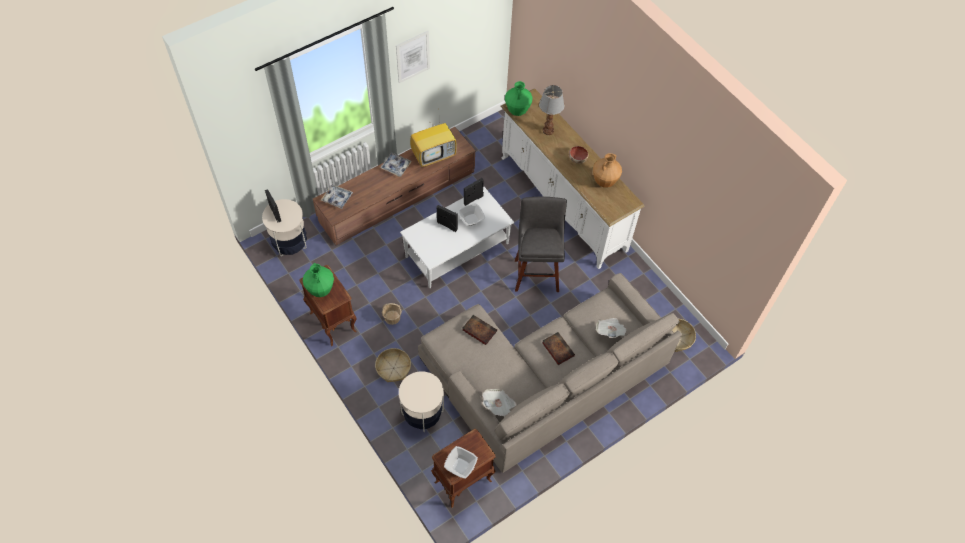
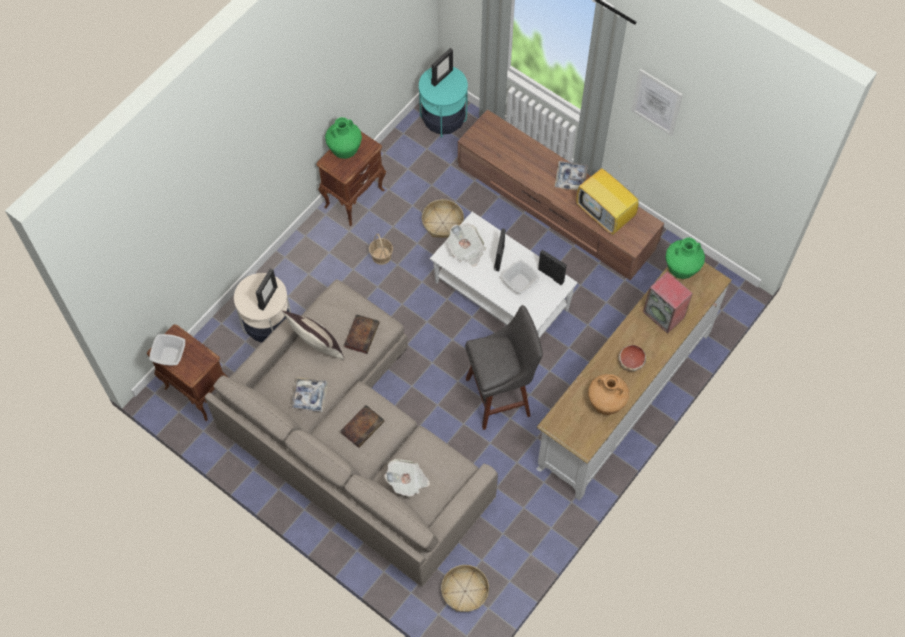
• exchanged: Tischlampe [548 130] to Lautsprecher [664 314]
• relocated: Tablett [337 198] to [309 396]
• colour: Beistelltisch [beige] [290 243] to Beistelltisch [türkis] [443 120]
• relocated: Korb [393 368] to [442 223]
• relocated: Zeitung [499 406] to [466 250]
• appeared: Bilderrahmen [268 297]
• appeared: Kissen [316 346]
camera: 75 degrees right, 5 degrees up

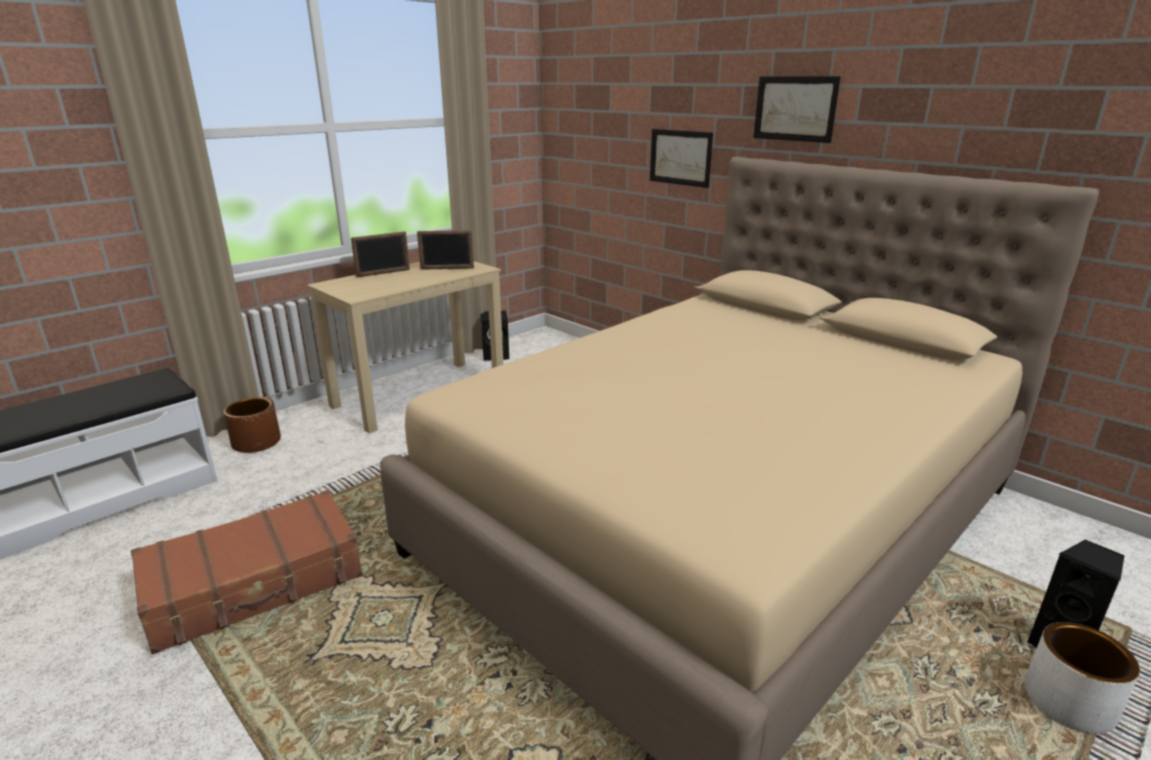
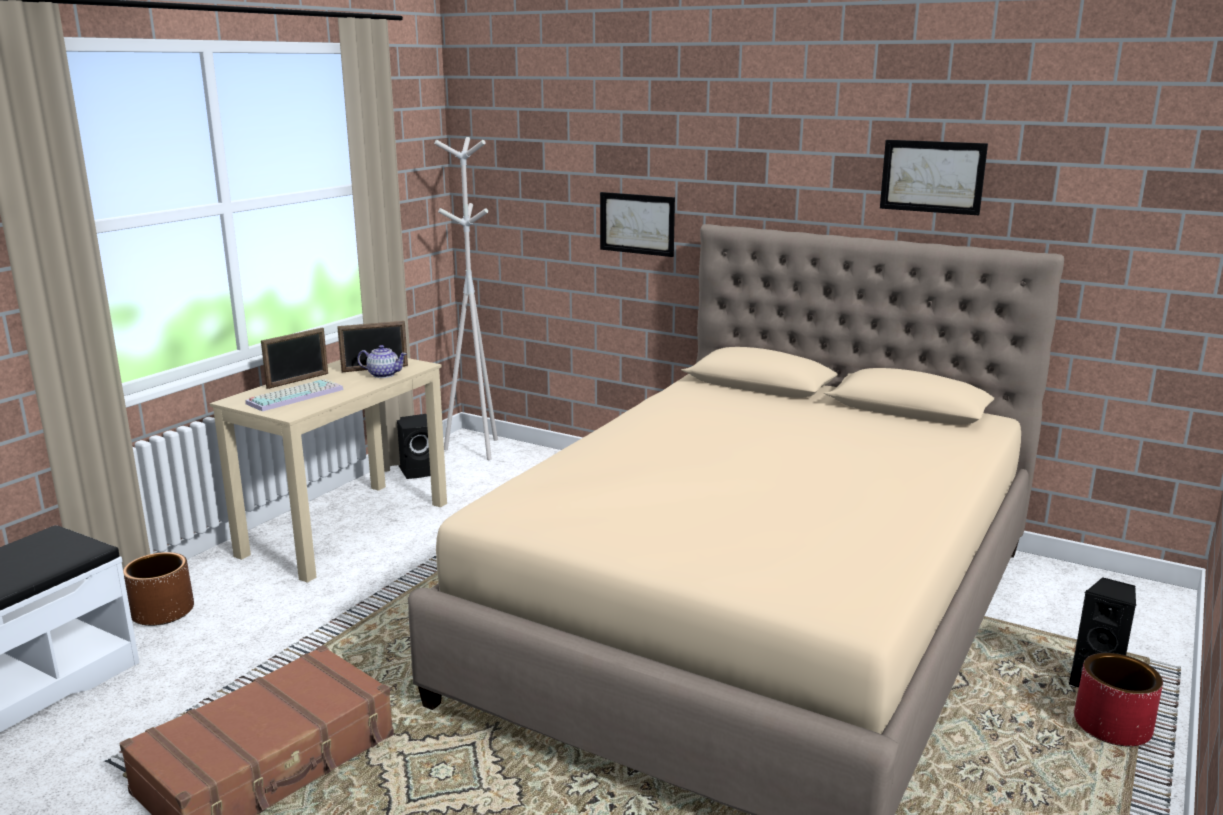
• relocated: Bild [795 108] to [932 176]
• colour: Pflanzkübel [weiß] [1069 703] to Pflanzkübel [rot] [1112 726]
• appeared: Kleiderständer [grau] [477 449]
• appeared: Teekanne [383 374]
• appeared: Tastatur [295 396]
camera: 15 degrees left, 5 degrees down

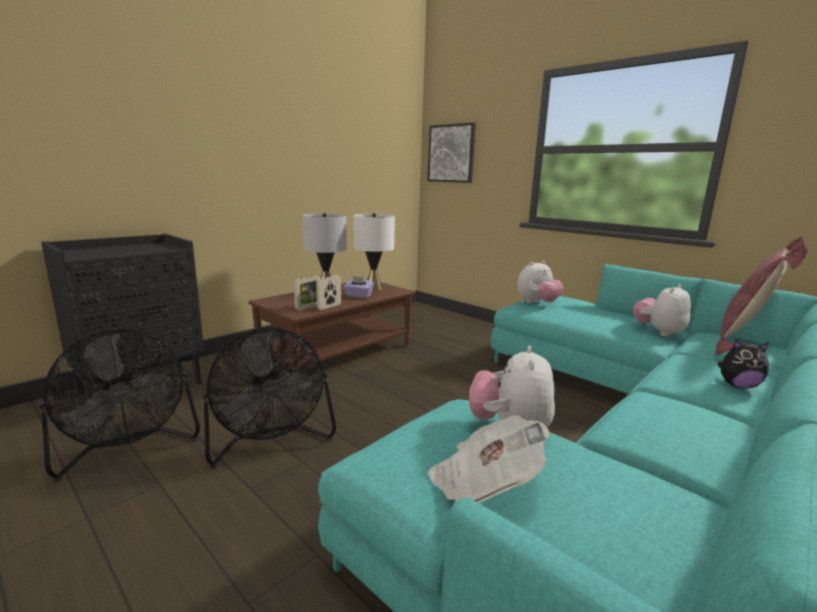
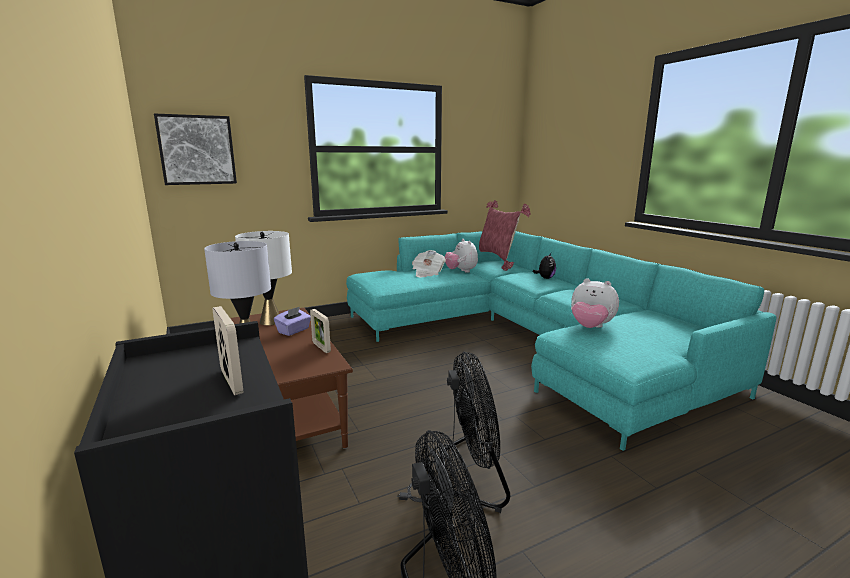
• missing: Plüschtier [537 303]
• relocated: Bilderrahmen [308 308] to [231 381]
• relocated: Zeitung [484 483] to [427 273]
camera: 70 degrees left, 0 degrees up

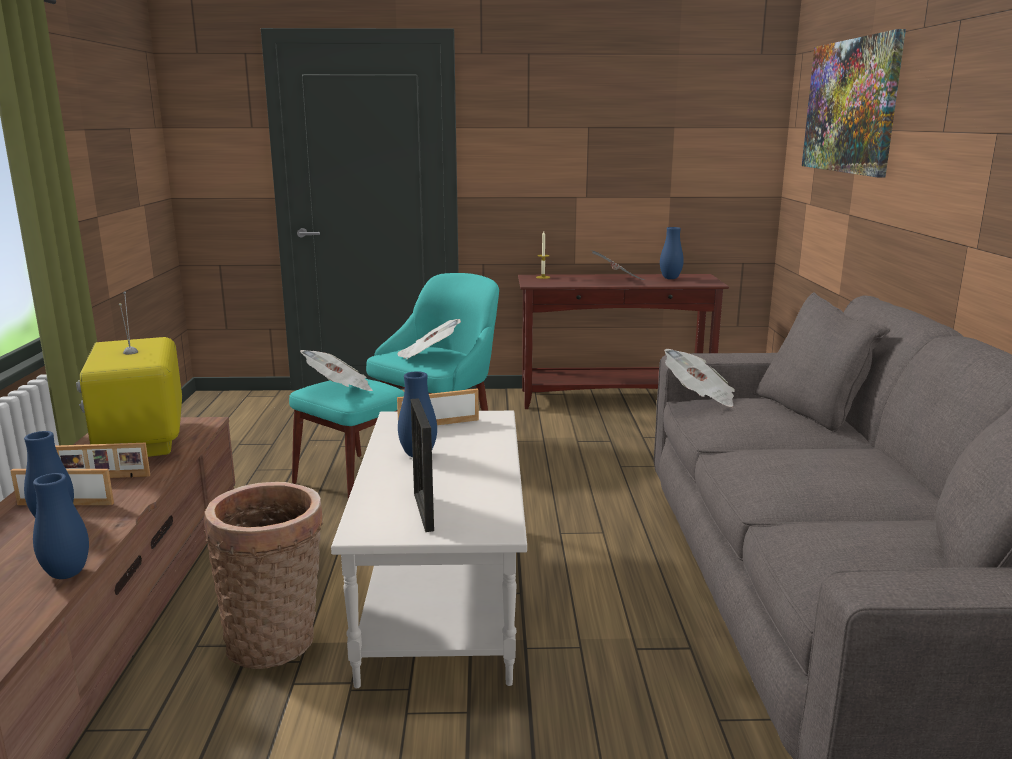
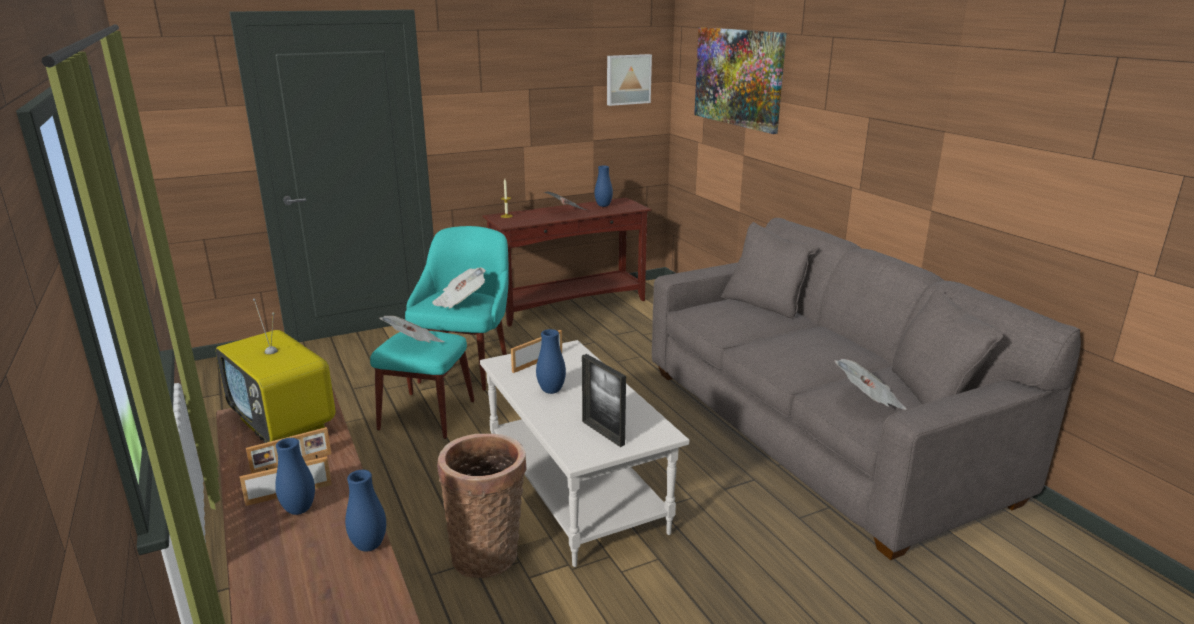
• relocated: Zeitung [699 397] to [868 401]
• appeared: Bild [627 79]
camera: 25 degrees left, 5 degrees up

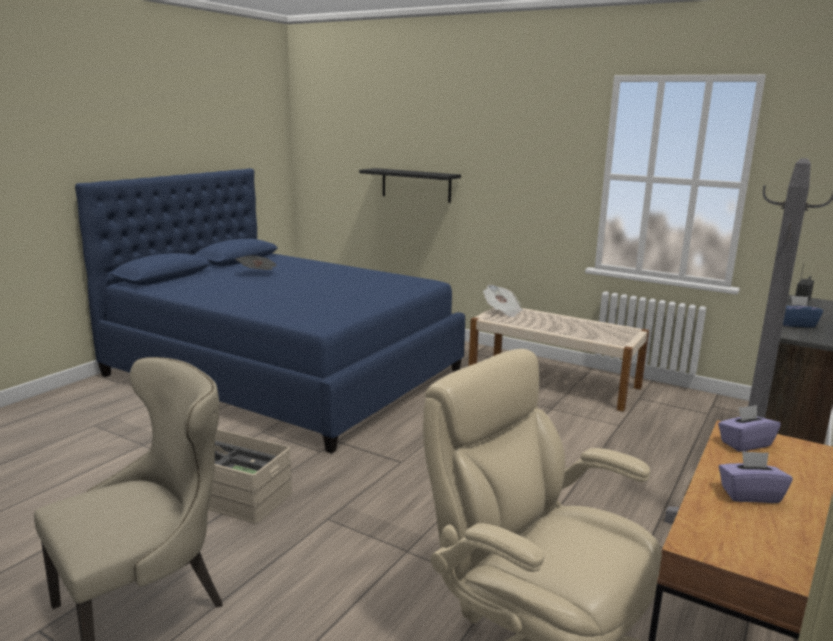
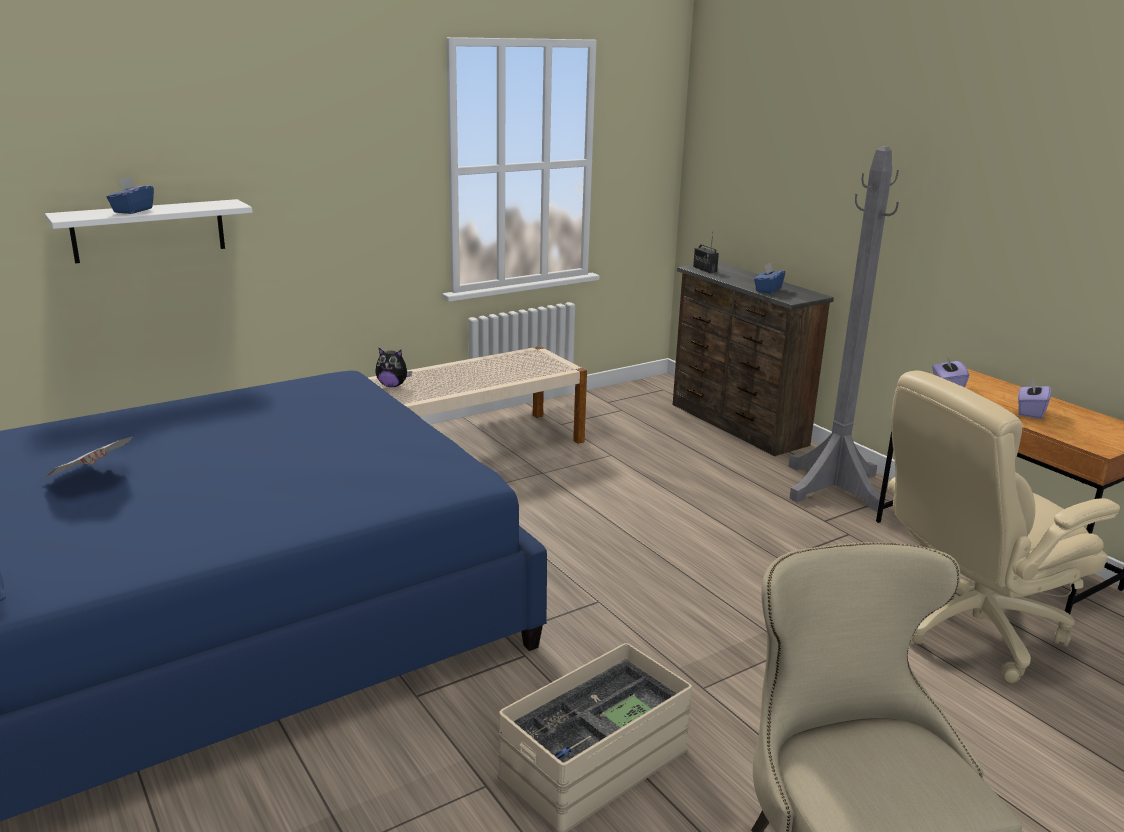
• colour: Wandregal [schwarz] [416 185] to Wandregal [weiß] [149 230]
• exchanged: Zeitung [502 311] to Plüschtier [392 385]
• appeared: Taschentuchbox [blau] [132 210]
camera: 65 degrees left, 5 degrees up

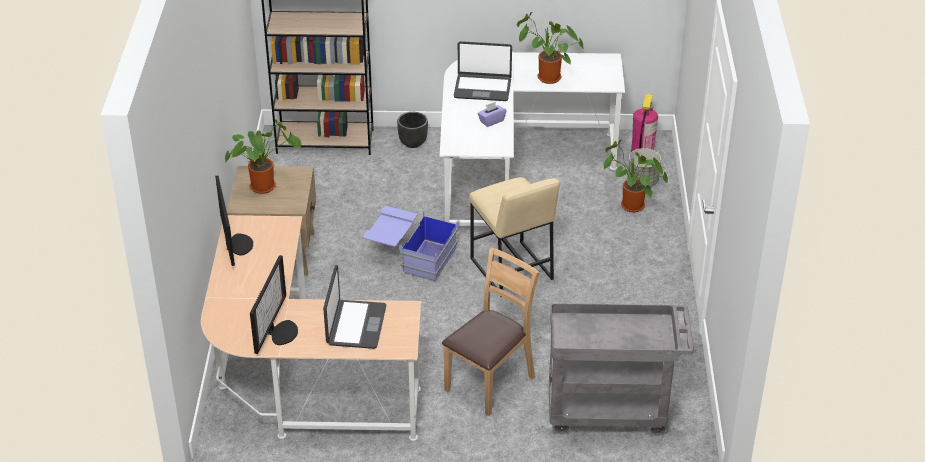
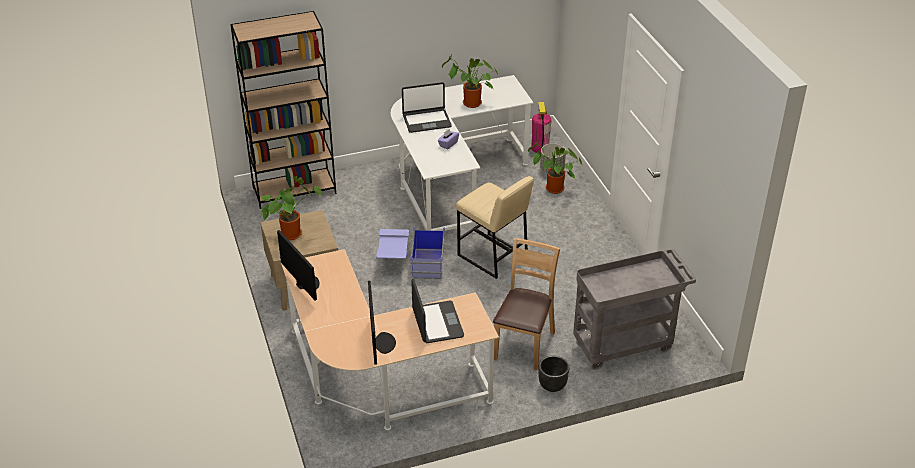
• relocated: Pflanzkübel [schwarz] [412 143] to [552 386]
camera: 20 degrees left, 0 degrees up

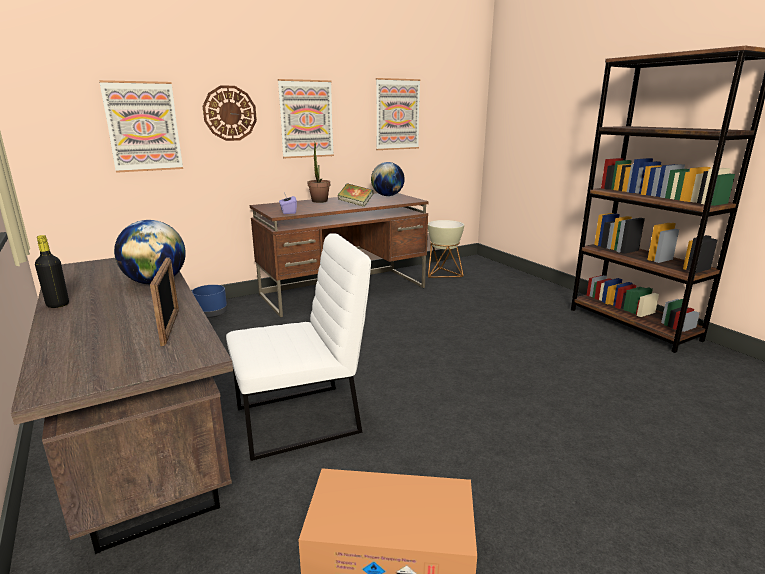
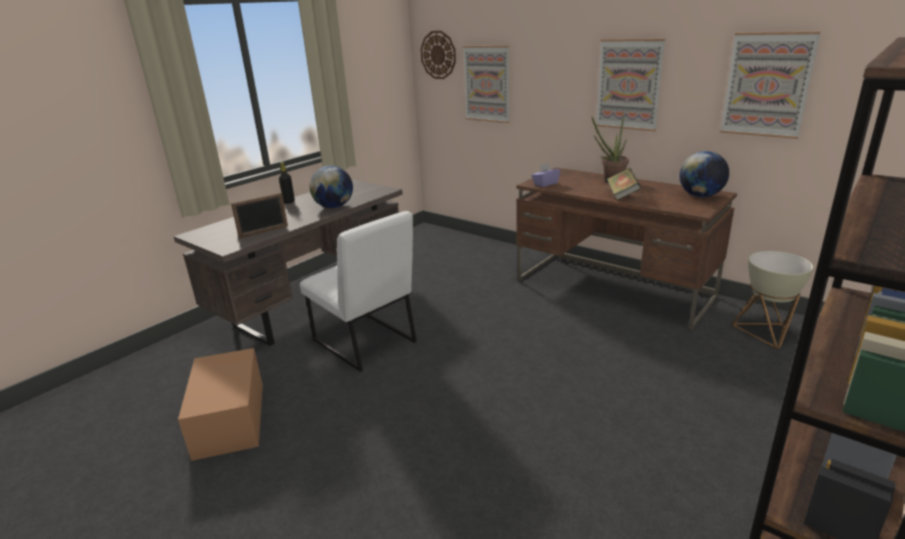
• relocated: Wanduhr [230 113] to [438 55]
• missing: Pflanzkübel [blau] [211 313]
camera: 70 degrees right, 5 degrees up

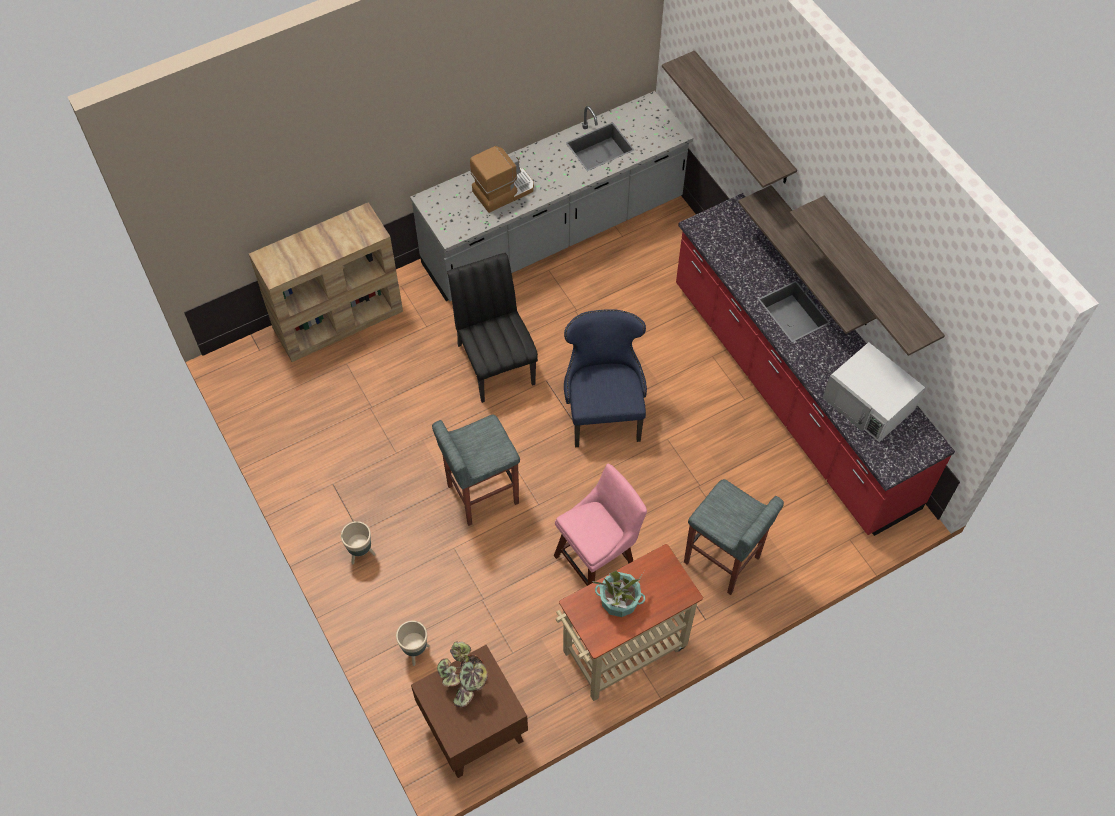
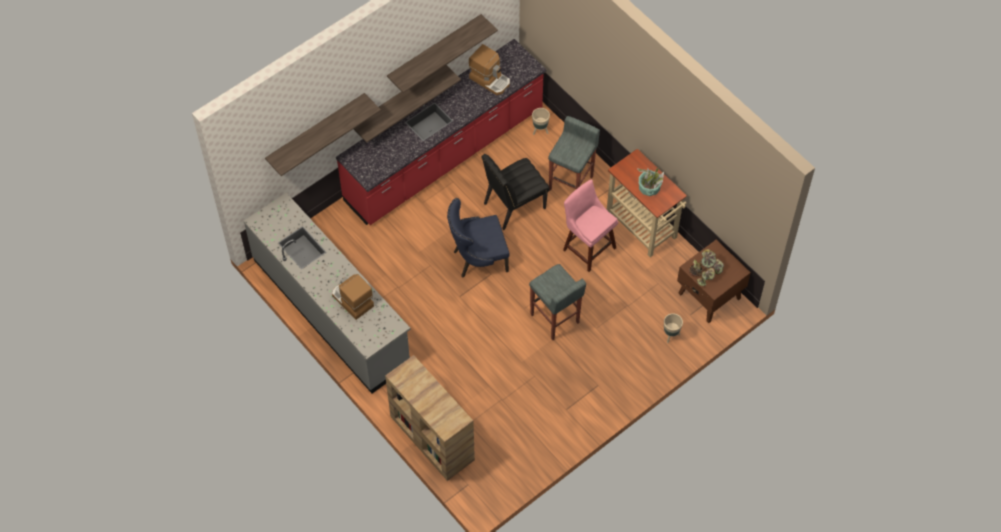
• relocated: Stuhl [schwarz] [496 365] to [514 205]
• exchanged: Mikrowelle [weiß] [869 403] to Kaffeemaschine [490 79]
• relocated: Pflanzkübel [beige] [361 553] to [540 130]
camera: 100 degrees left, 0 degrees up

